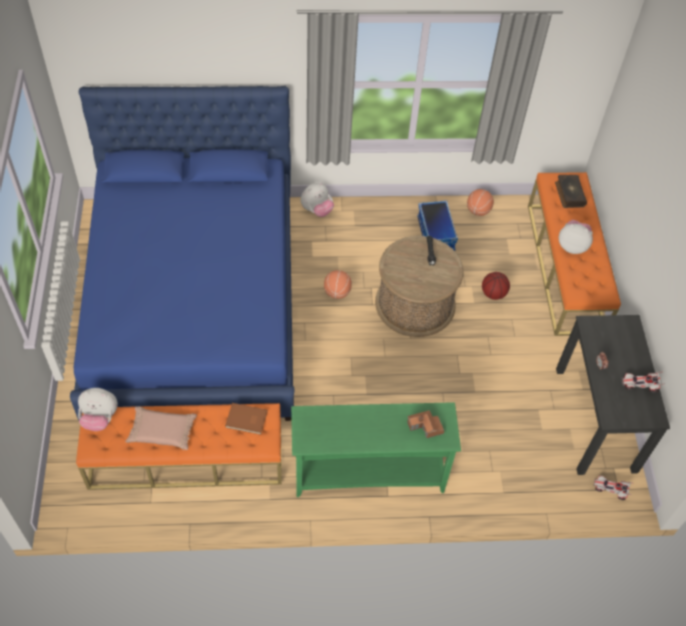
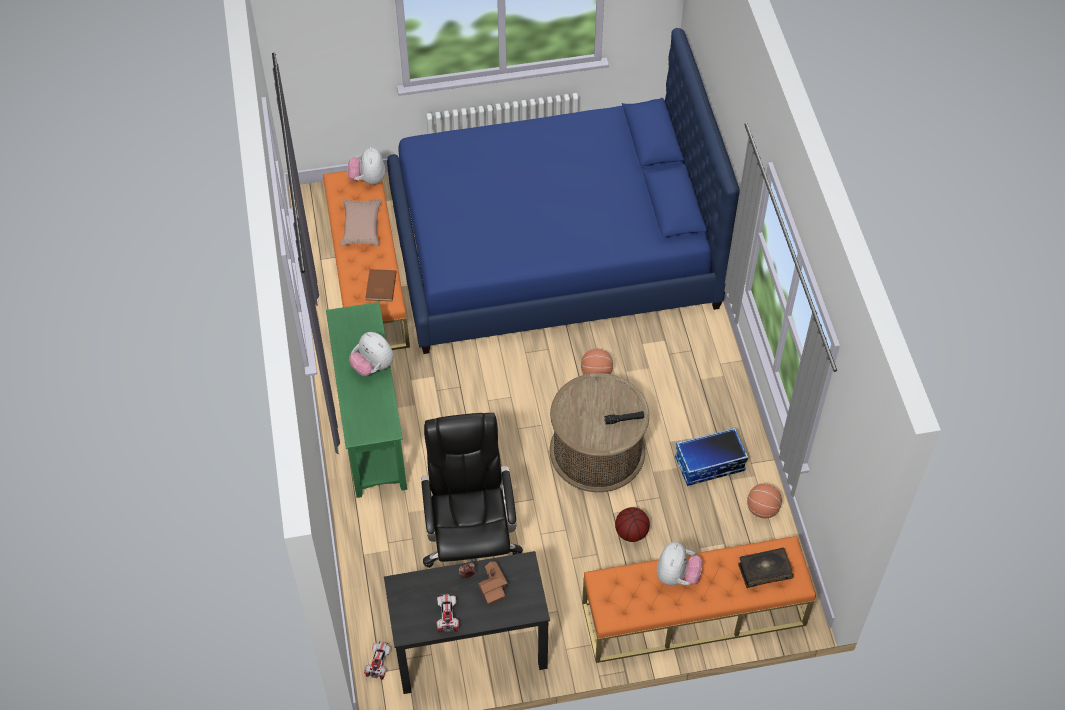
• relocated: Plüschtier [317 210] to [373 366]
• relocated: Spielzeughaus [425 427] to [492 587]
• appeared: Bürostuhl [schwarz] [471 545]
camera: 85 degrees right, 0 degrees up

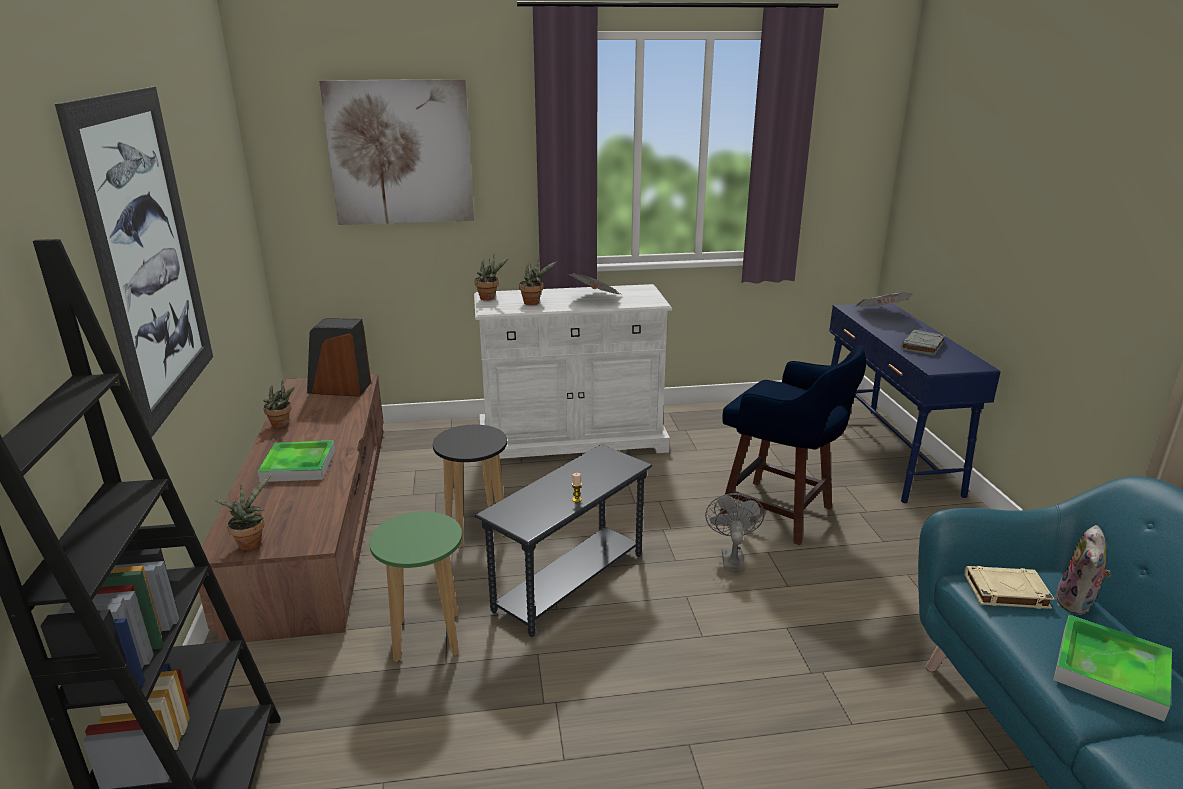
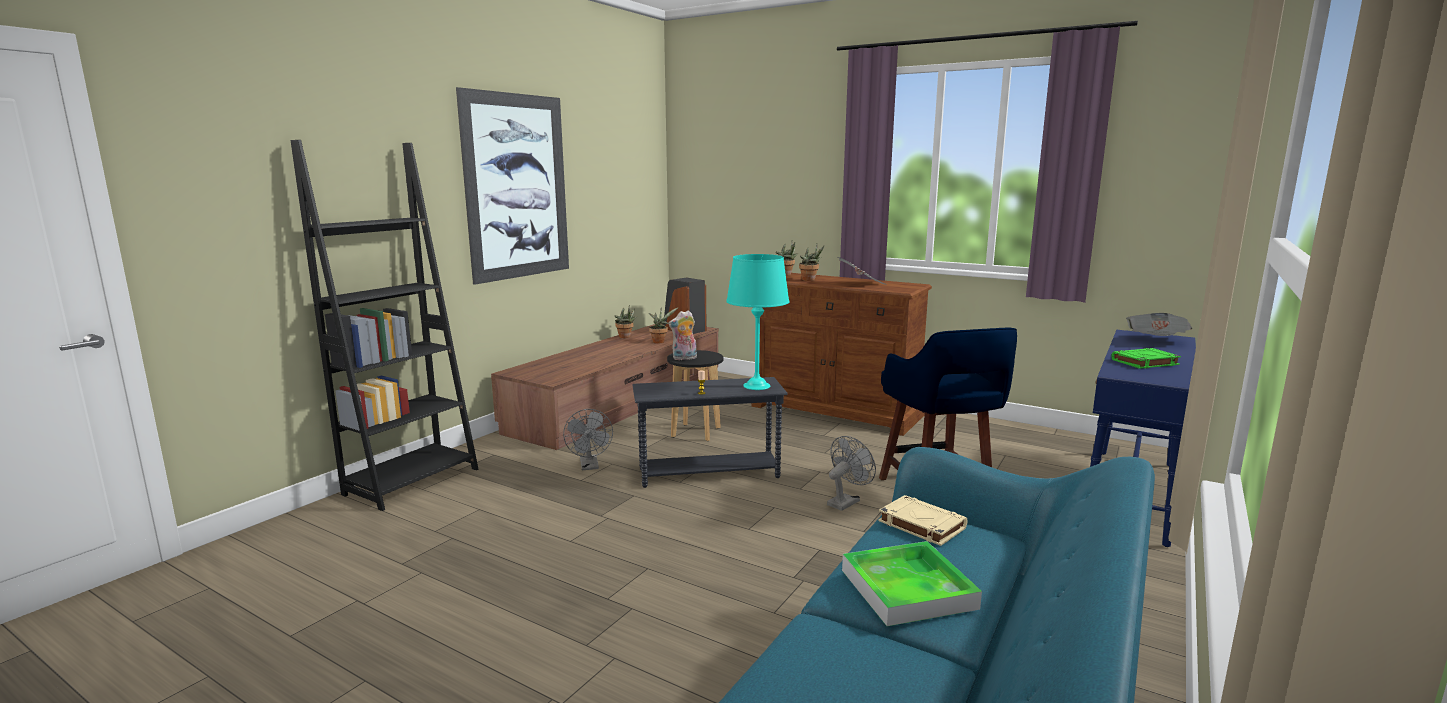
• missing: Bild [400 153]
• colour: Kommode [weiß] [573 439] to Kommode [braun] [839 410]
• colour: Buch [grau] [922 346] to Buch [grün] [1144 362]
• missing: Tablett [298 465]
• relocated: Topfpflanze [251 542] to [660 341]
• exchanged: Hocker [grün] [426 637] to Ventilator [grau] [590 466]
• relocated: Plüschtier [1077 604] to [684 358]
• appeared: Tischlampe [türkis] [756 386]
camera: 40 degrees right, 10 degrees down

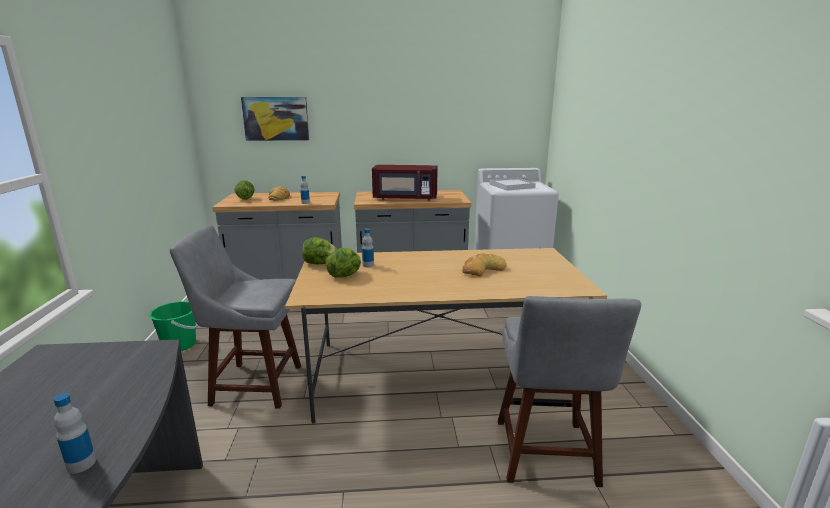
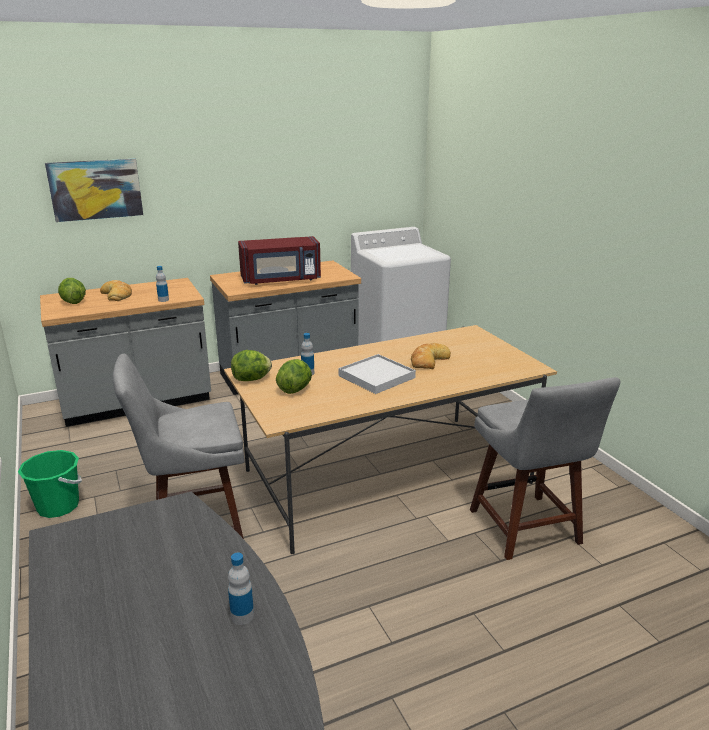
• relocated: Tablett [weiß] [512 186] to [377 377]
camera: 20 degrees left, 5 degrees up

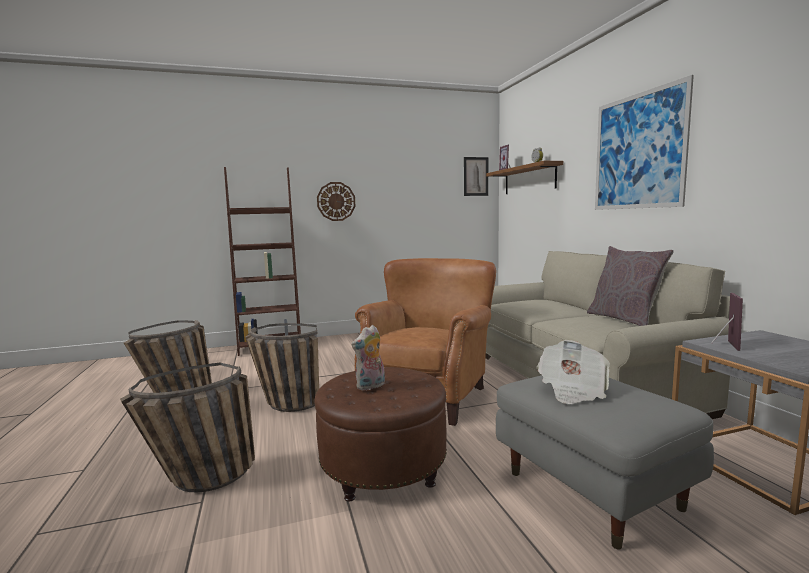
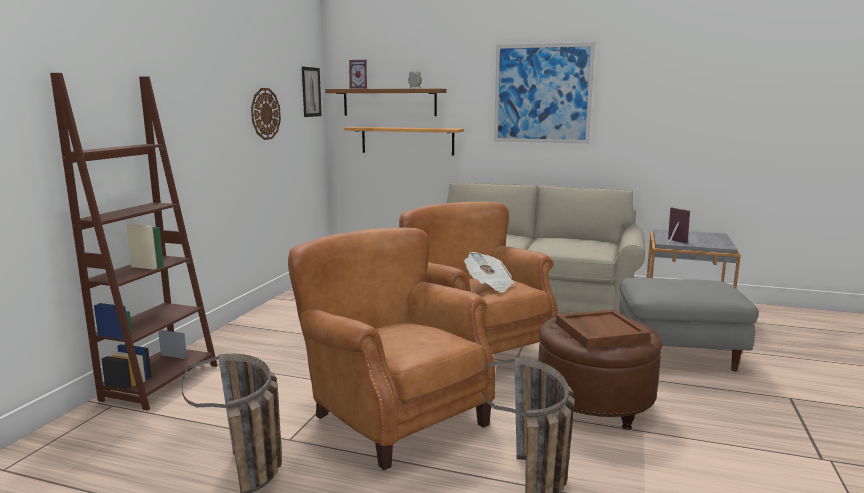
• relocated: Wanduhr [336 201] to [265 114]
• missing: Kissen [grau] [624 319]
• exchanged: Korb [282 403] to Sessel [braun] [393 415]
• exchanged: Plüschtier [371 386] to Tablett [braun] [600 332]
• relocated: Zeitung [572 390] to [489 285]
• appeared: Wandregal [407 140]
camera: 55 degrees left, 5 degrees up

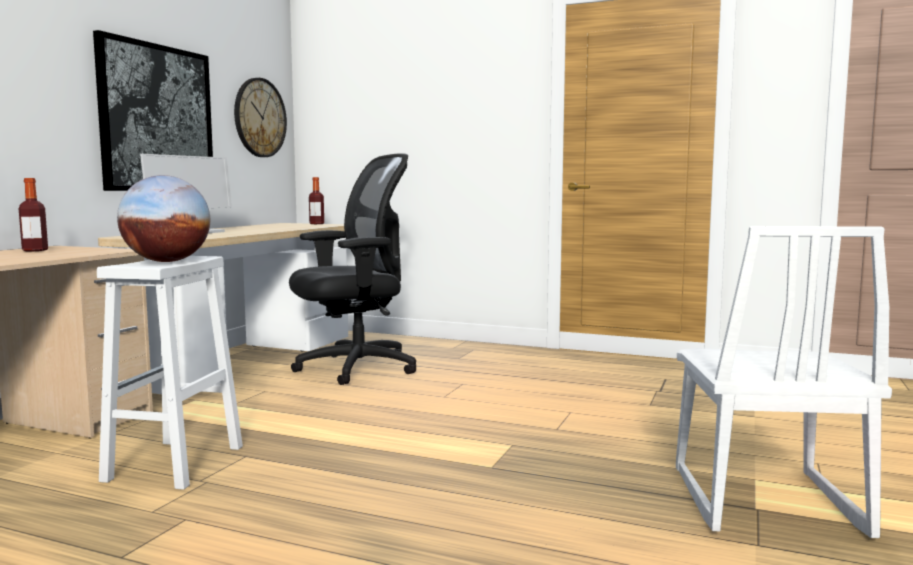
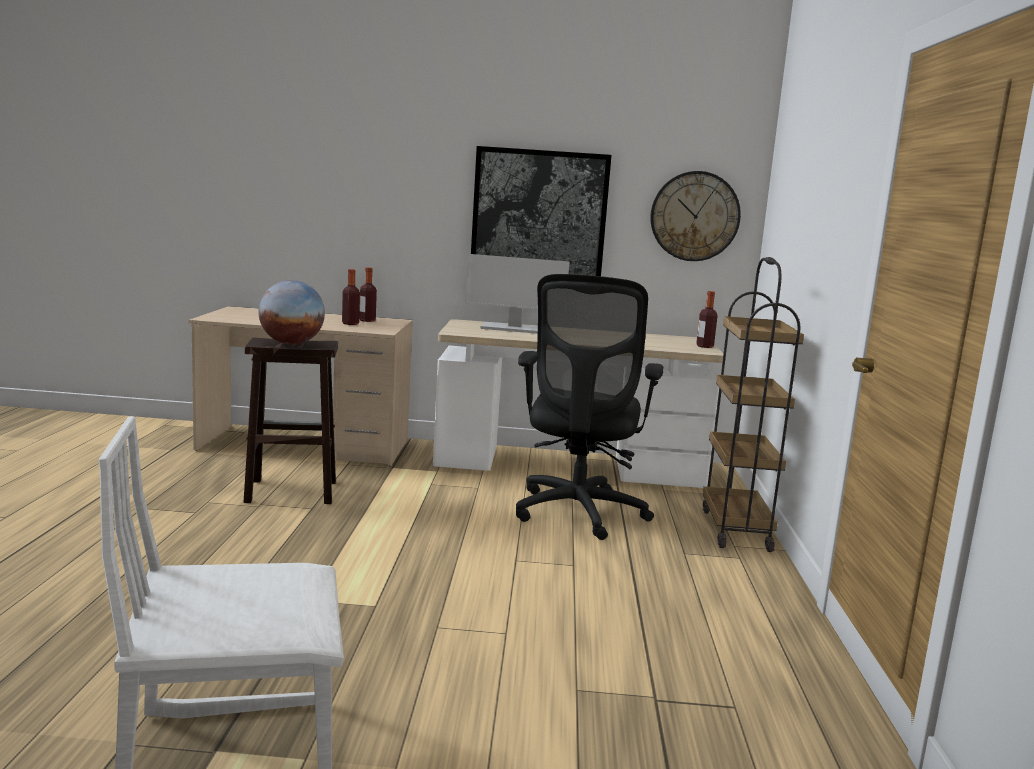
• spun: Bürostuhl [schwarz] [351 370] = [578 509] 60 degrees clockwise
• colour: Hocker [weiß] [174 464] to Hocker [braun] [289 492]
• appeared: Rollwagen [braun] [736 530]
• appeared: Flasche [350 323]
camera: 70 degrees right, 5 degrees up

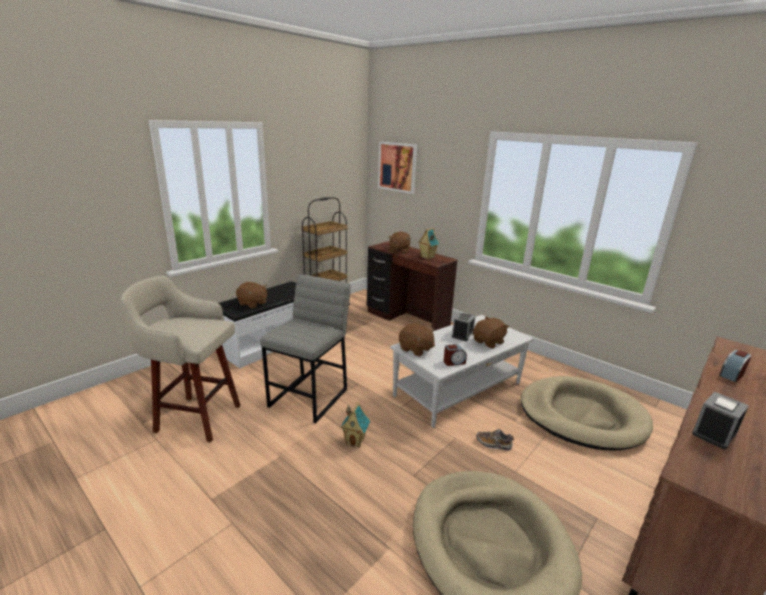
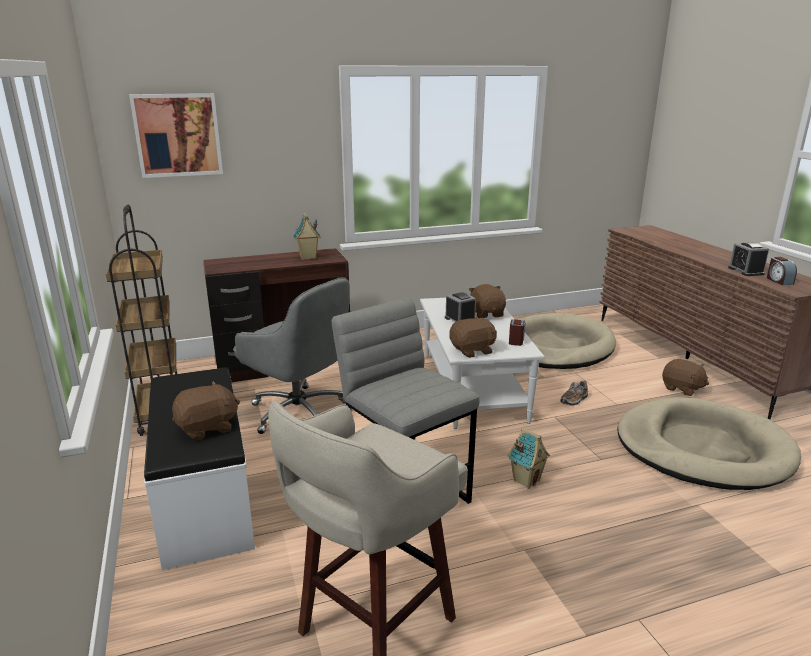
• relocated: Plüschtier [braun] [399 250] to [682 388]
• relocated: Wecker [731 374] to [779 281]
• appeared: Bürostuhl [grau] [297 412]
camera: 60 degrees left, 0 degrees up

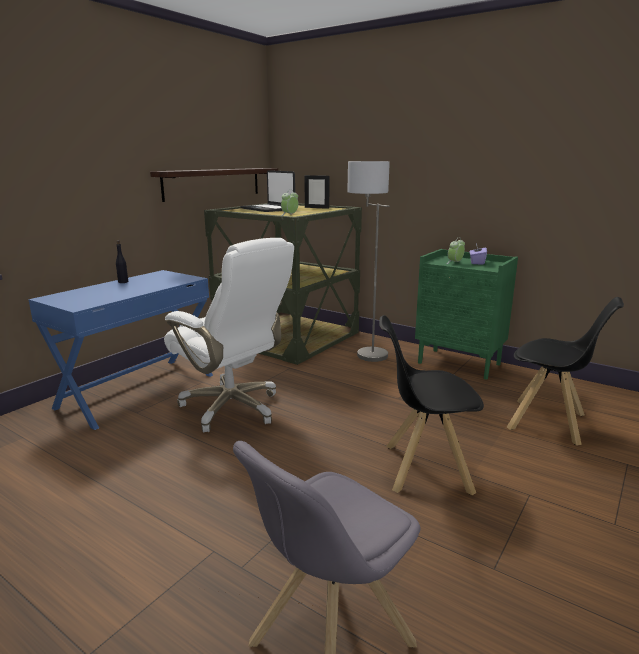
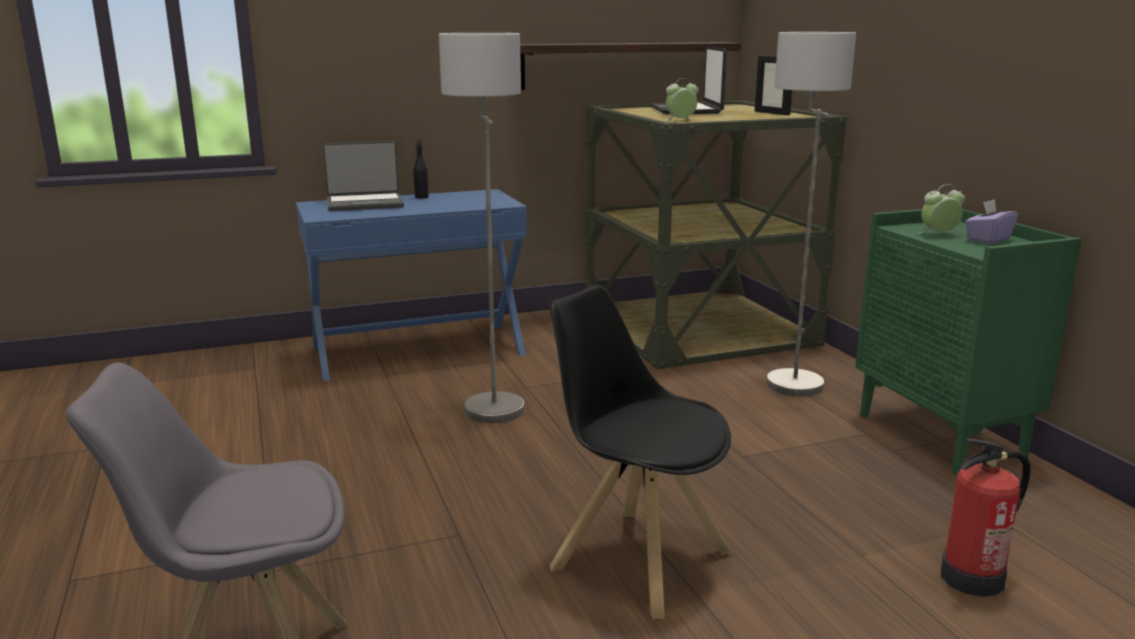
• exchanged: Bürostuhl [weiß] [232 410] to Stehlampe [grau] [491 403]
• exchanged: Stuhl [schwarz] [549 422] to Feuerlöscher [973 578]
• appeared: Laptop [365 204]
camera: 35 degrees right, 0 degrees up

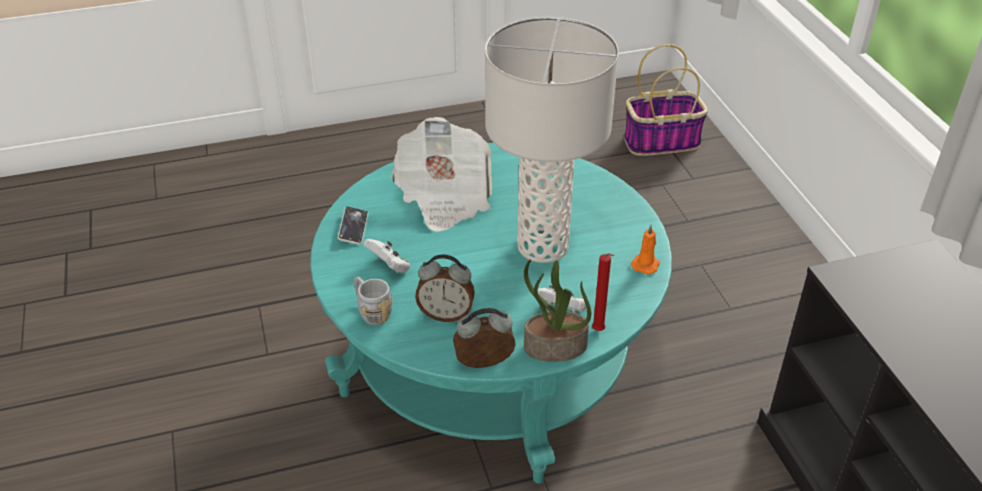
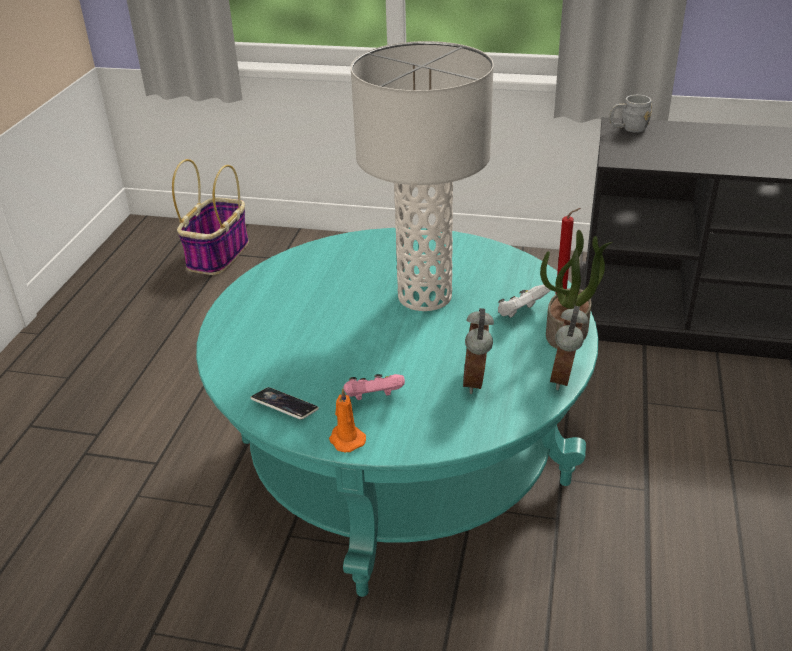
• missing: Zeitung [444 197]
• relocated: Kerze [orange] [646 264] to [346 439]
• colour: Gamepad [weiß] [389 267] to Gamepad [rosa] [373 398]
• spun: Wecker [446 314] = [477 381] 150 degrees clockwise
• relocated: Henkelbecher [grau] [371 311] to [628 129]
camera: 60 degrees left, 5 degrees down

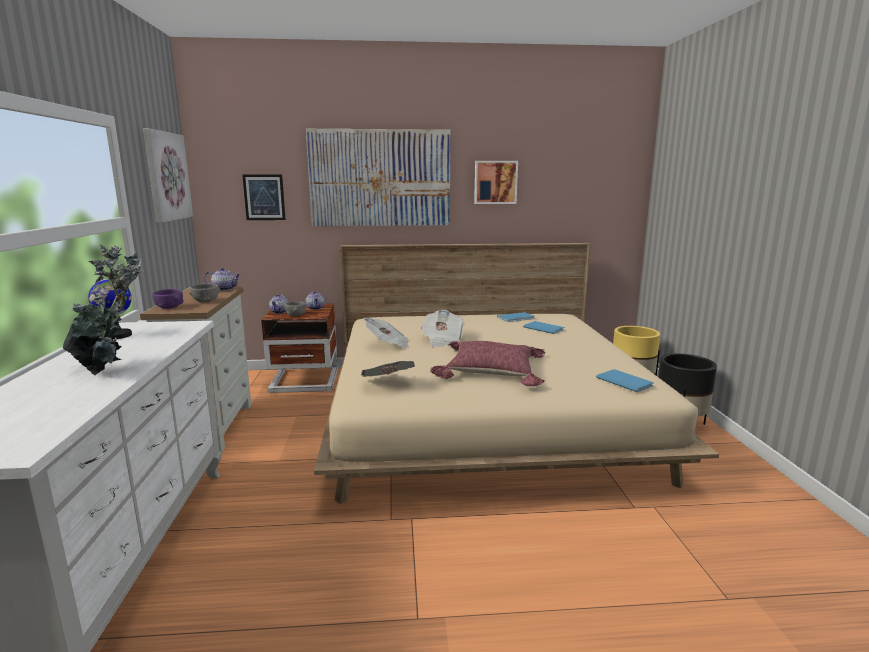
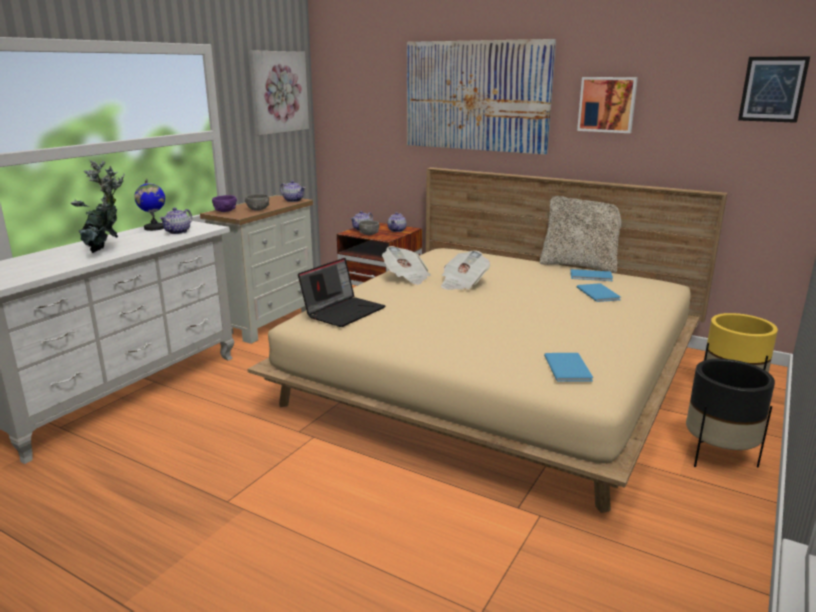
• relocated: Bild [264 197] to [772 89]
• missing: Kissen [rot] [491 368]
• exchanged: Zeitung [387 383] to Laptop [343 311]
• appeared: Kissen [beige] [579 264]
• appeared: Teekanne [178 232]
camera: 35 degrees right, 5 degrees up

